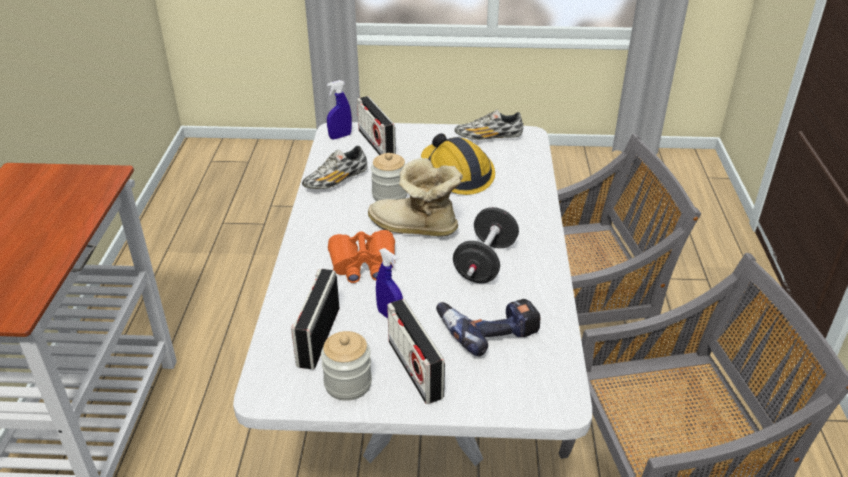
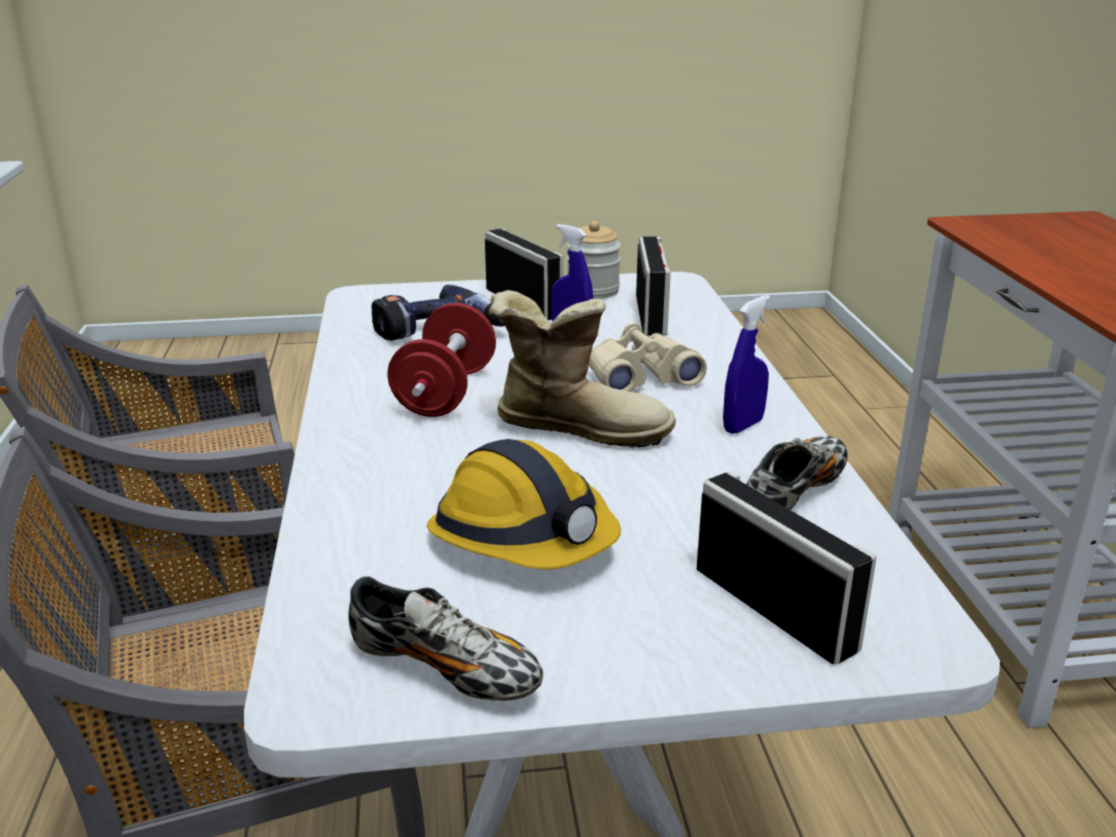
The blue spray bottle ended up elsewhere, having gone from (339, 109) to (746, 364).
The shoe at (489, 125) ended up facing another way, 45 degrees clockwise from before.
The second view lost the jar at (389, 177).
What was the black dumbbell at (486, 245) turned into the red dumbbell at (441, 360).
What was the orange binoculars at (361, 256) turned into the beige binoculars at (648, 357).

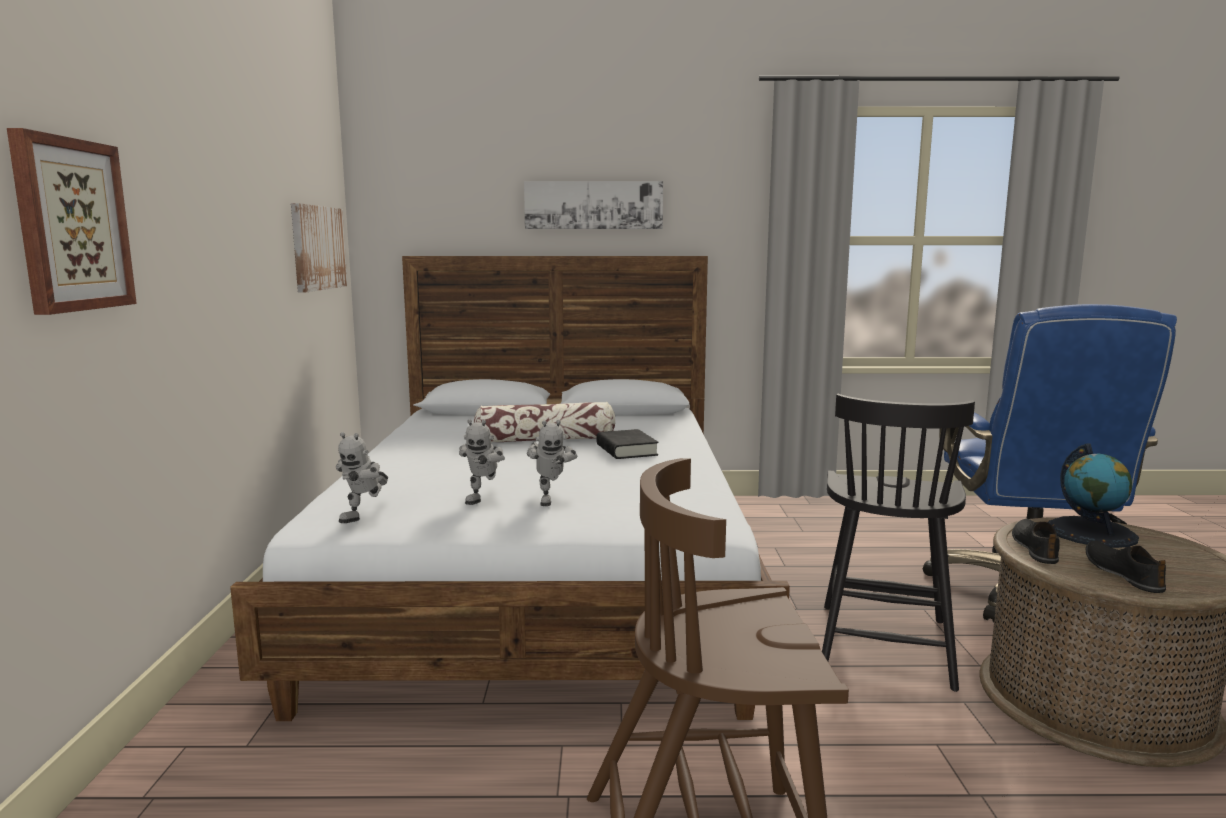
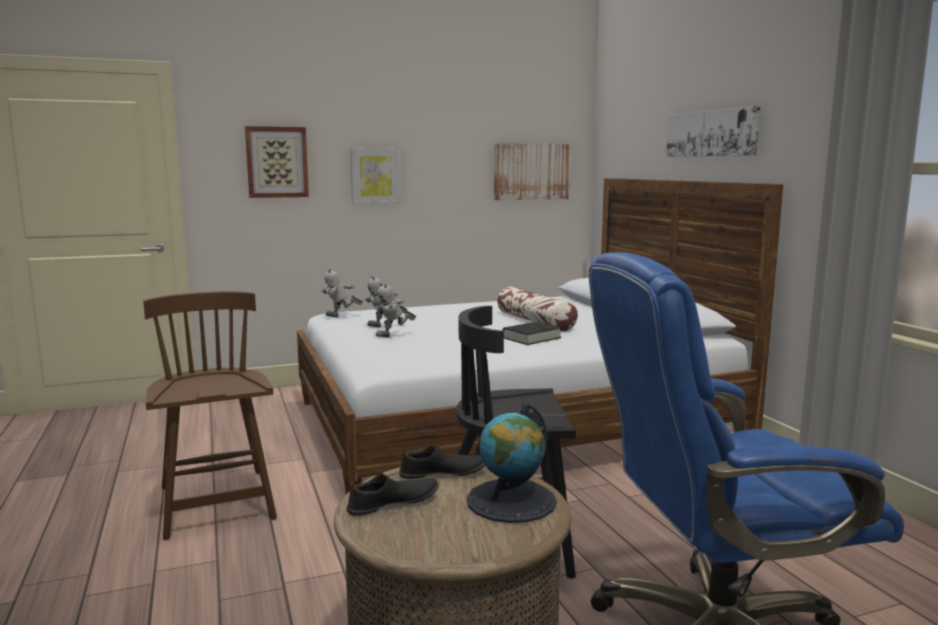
The second view gained the picture at (375, 176).

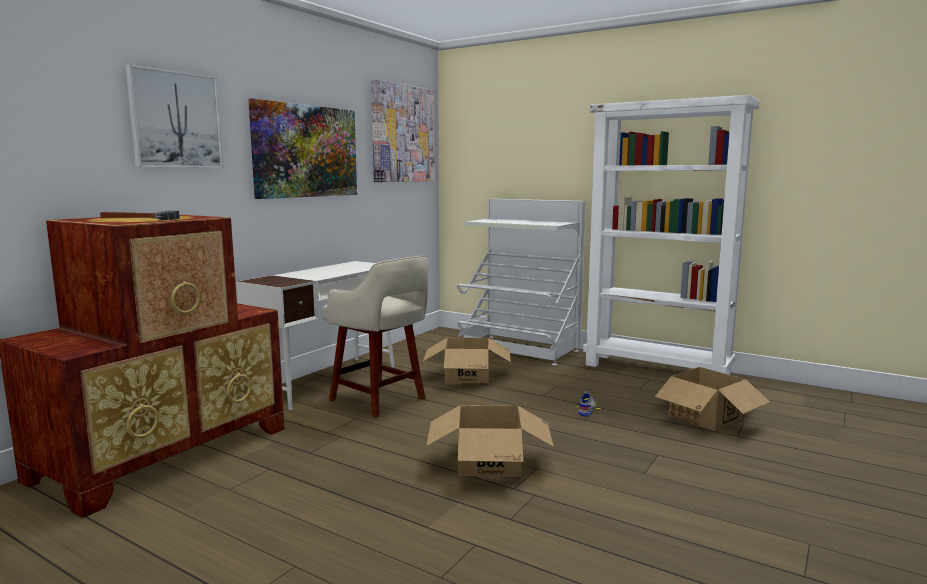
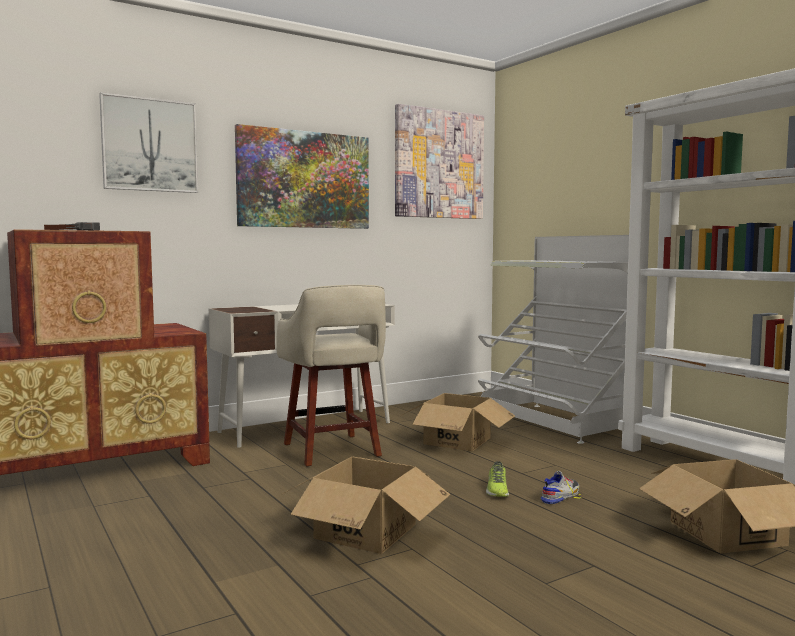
The second view gained the shoe at (497, 479).

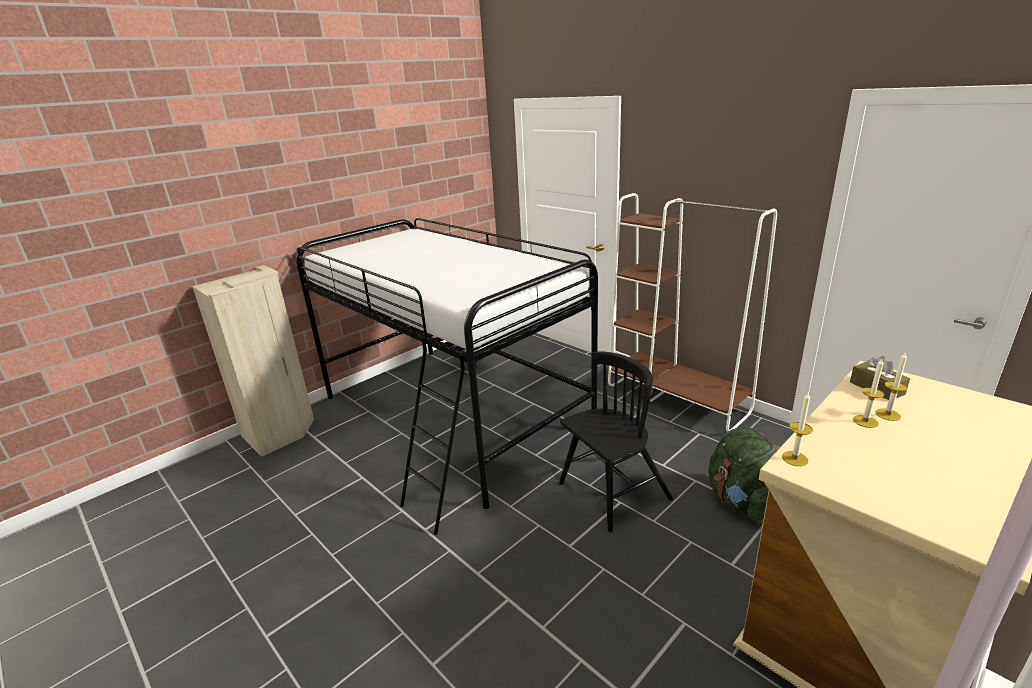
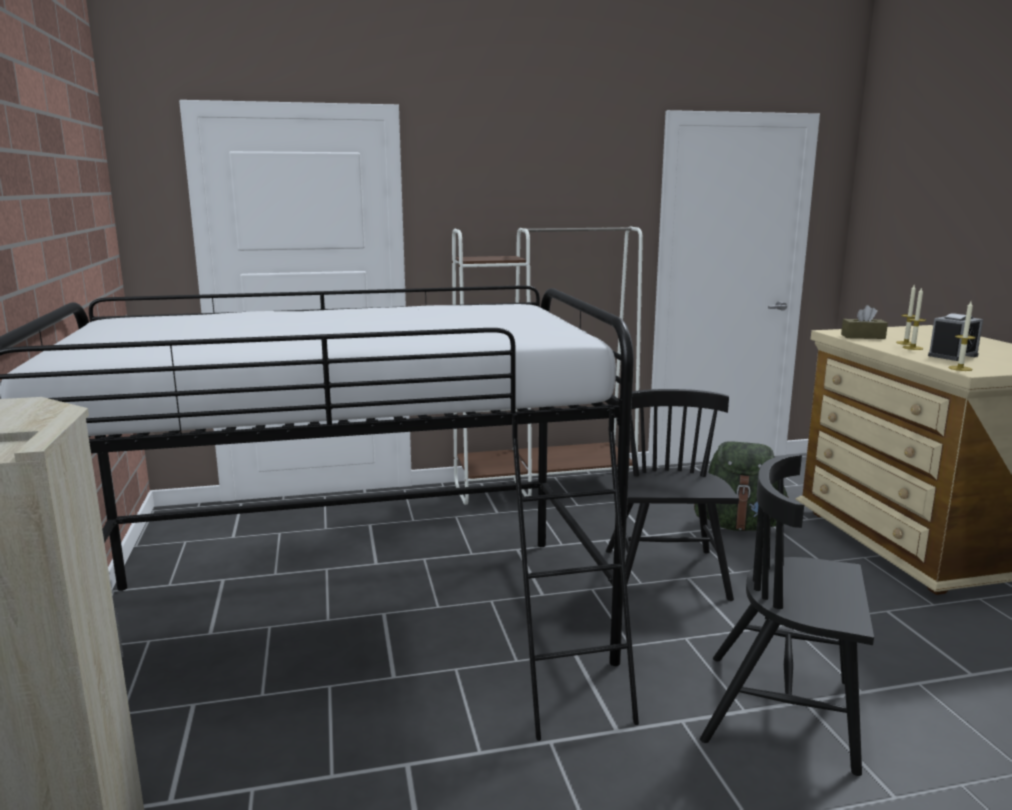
The second view gained the alarm clock at (955, 337).
The second view gained the black chair at (787, 615).

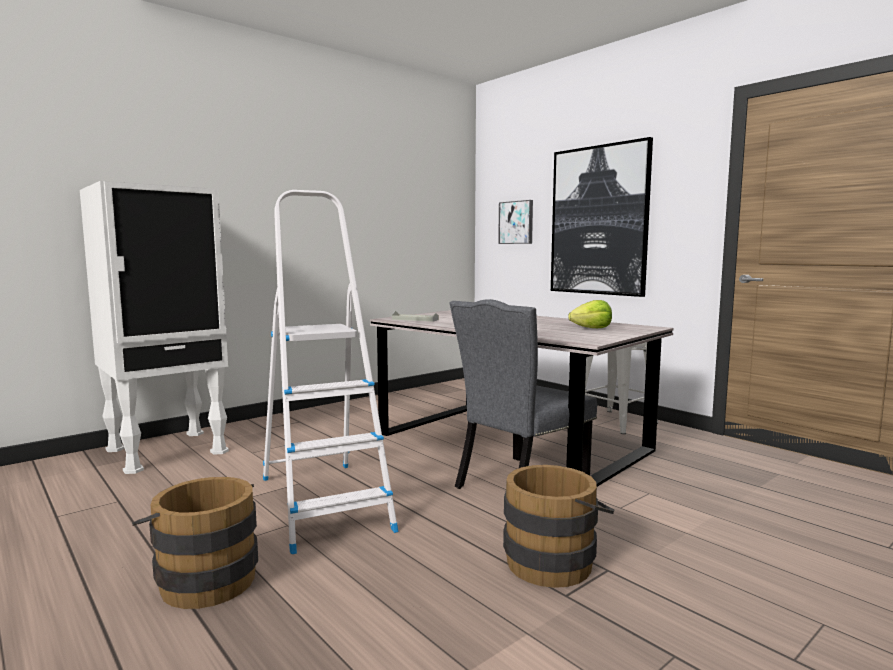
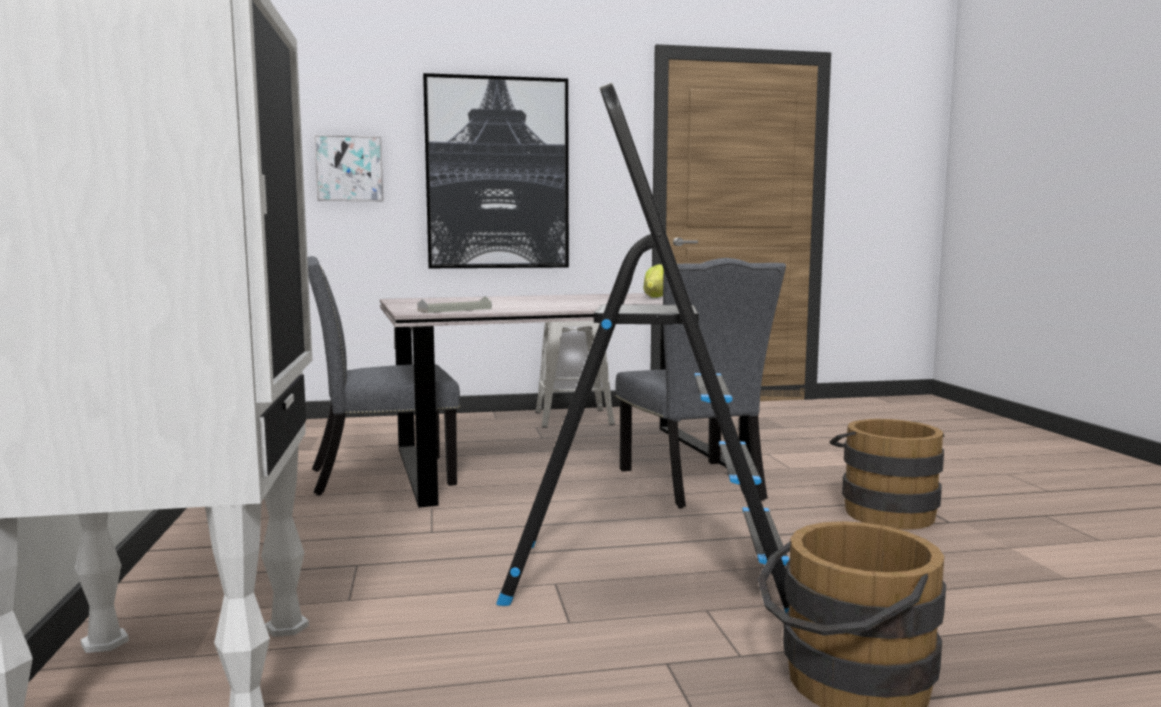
What was the white step ladder at (330, 372) turned into the black step ladder at (643, 348).
The second view gained the grey chair at (384, 375).

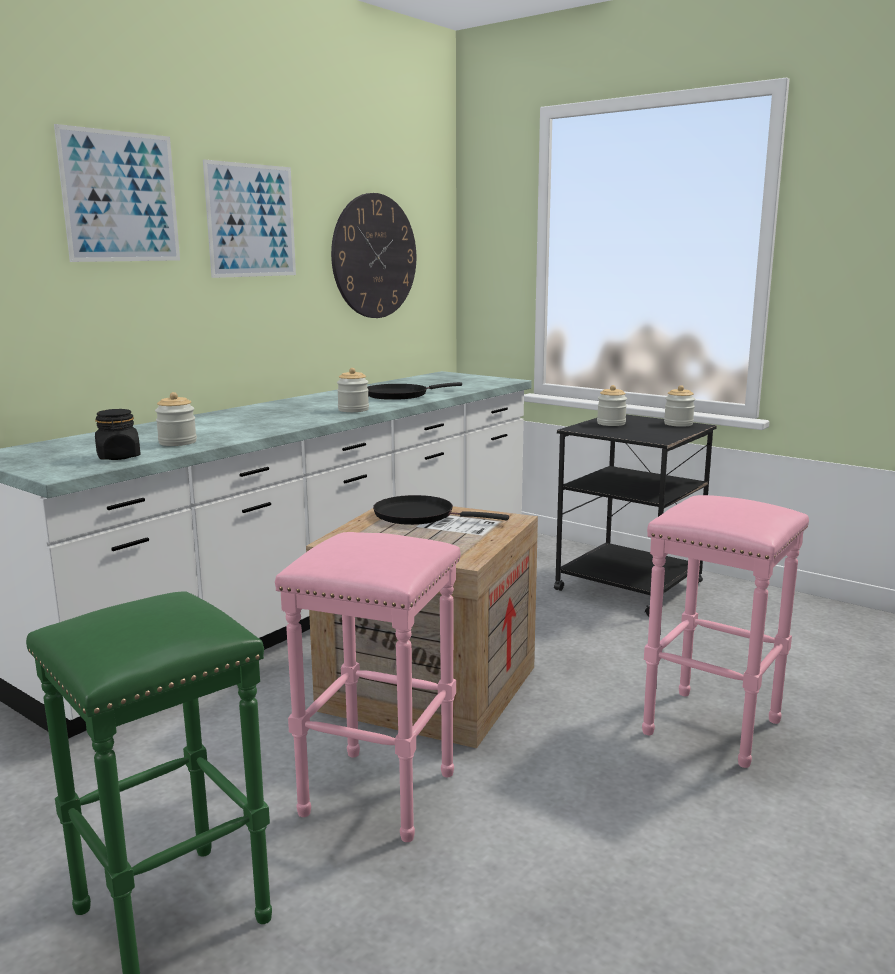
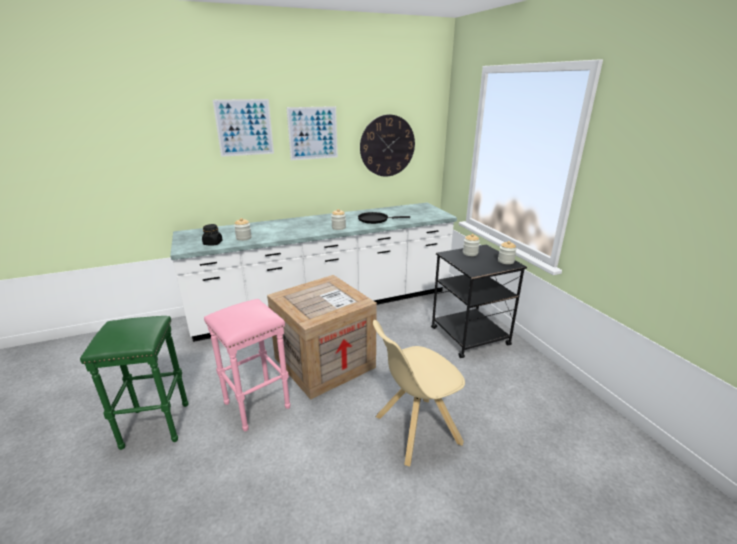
The second view lost the black frying pan at (441, 510).
Where the pink stool stood at (725, 631), the beige chair came to stand at (419, 393).

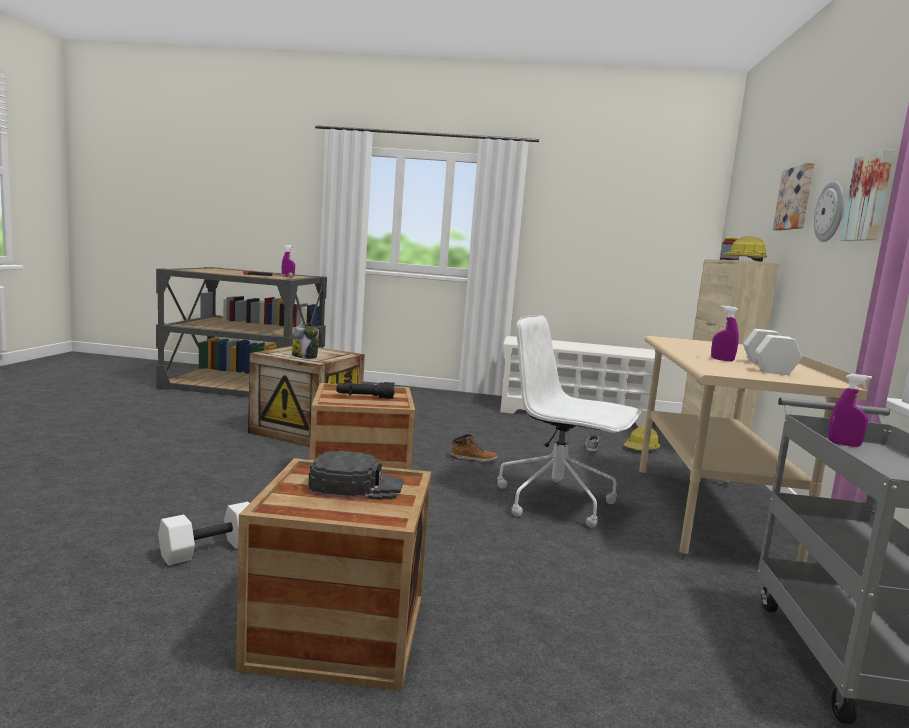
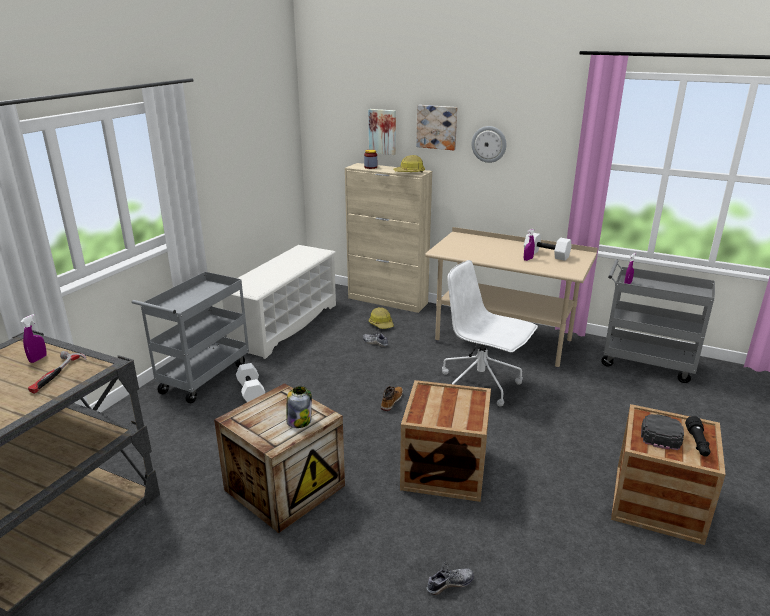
The picture ended up elsewhere, having gone from (867, 195) to (382, 132).
The white office chair at (569, 421) ended up facing another way, 75 degrees clockwise from before.
The black flashlight ended up elsewhere, having gone from (365, 390) to (697, 436).
The white dumbbell ended up elsewhere, having gone from (204, 533) to (250, 382).
The second view gained the grey cart at (190, 337).
The second view gained the shoe at (450, 578).

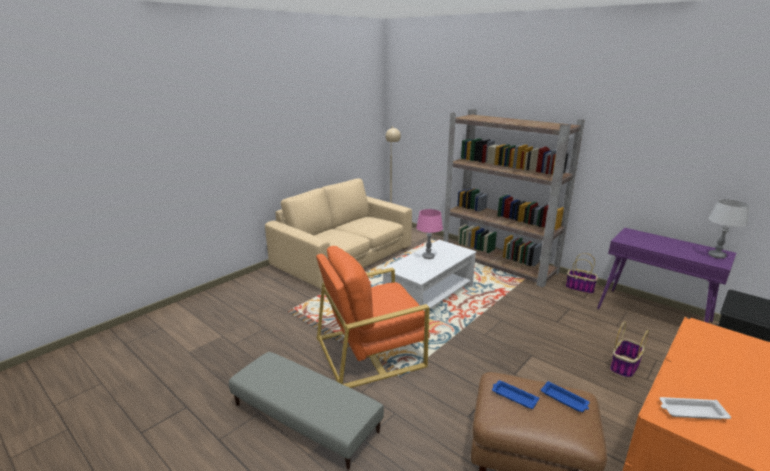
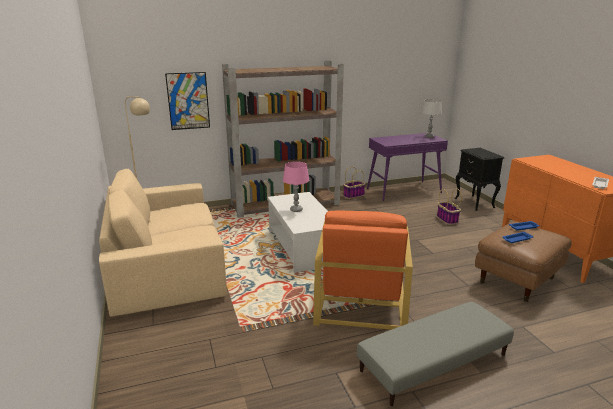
The second view gained the picture at (187, 101).

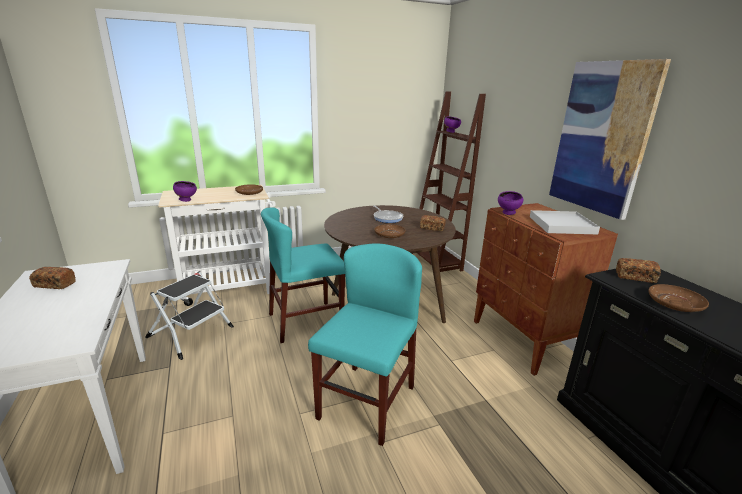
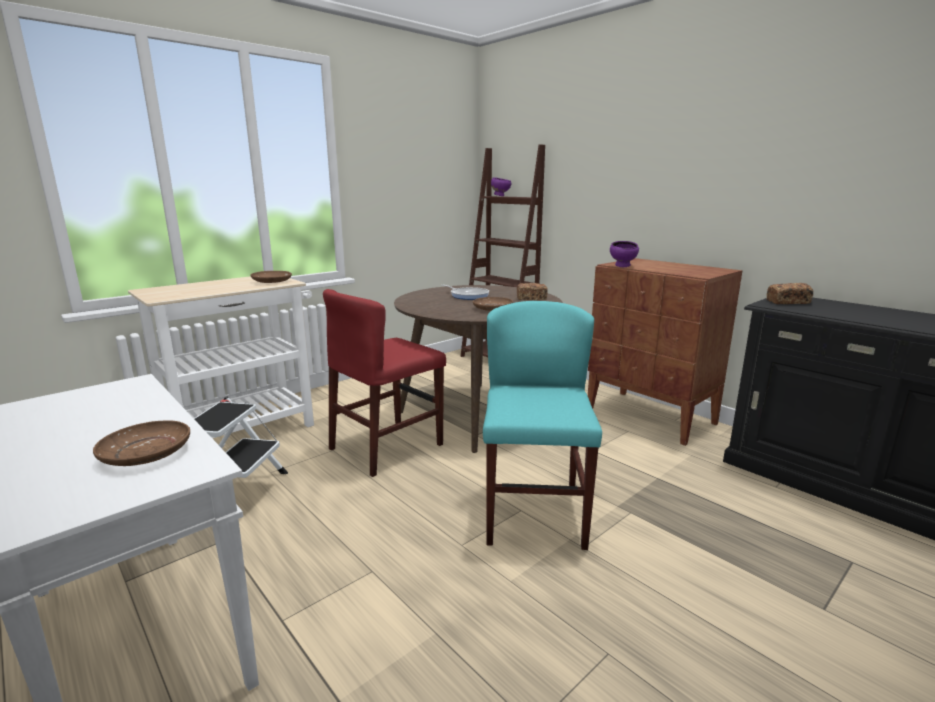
The second view lost the picture at (610, 139).
The second view lost the purple bowl at (185, 191).
What was the turquoise chair at (303, 275) turned into the red chair at (384, 383).
The second view lost the white tray at (565, 222).
The second view lost the bread at (52, 278).
The brown plate ended up elsewhere, having gone from (678, 298) to (141, 443).

